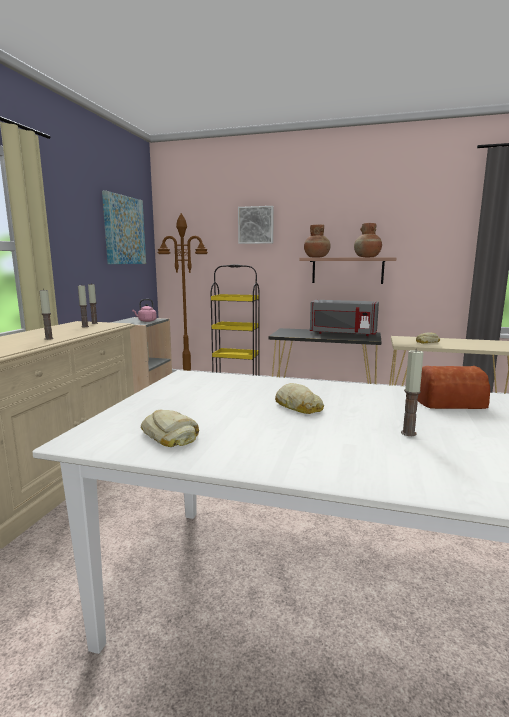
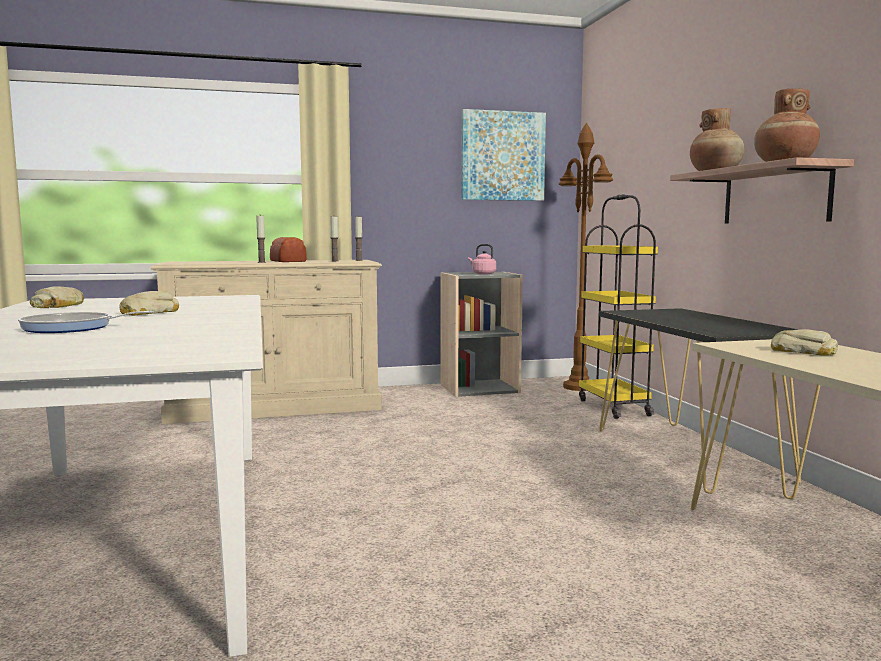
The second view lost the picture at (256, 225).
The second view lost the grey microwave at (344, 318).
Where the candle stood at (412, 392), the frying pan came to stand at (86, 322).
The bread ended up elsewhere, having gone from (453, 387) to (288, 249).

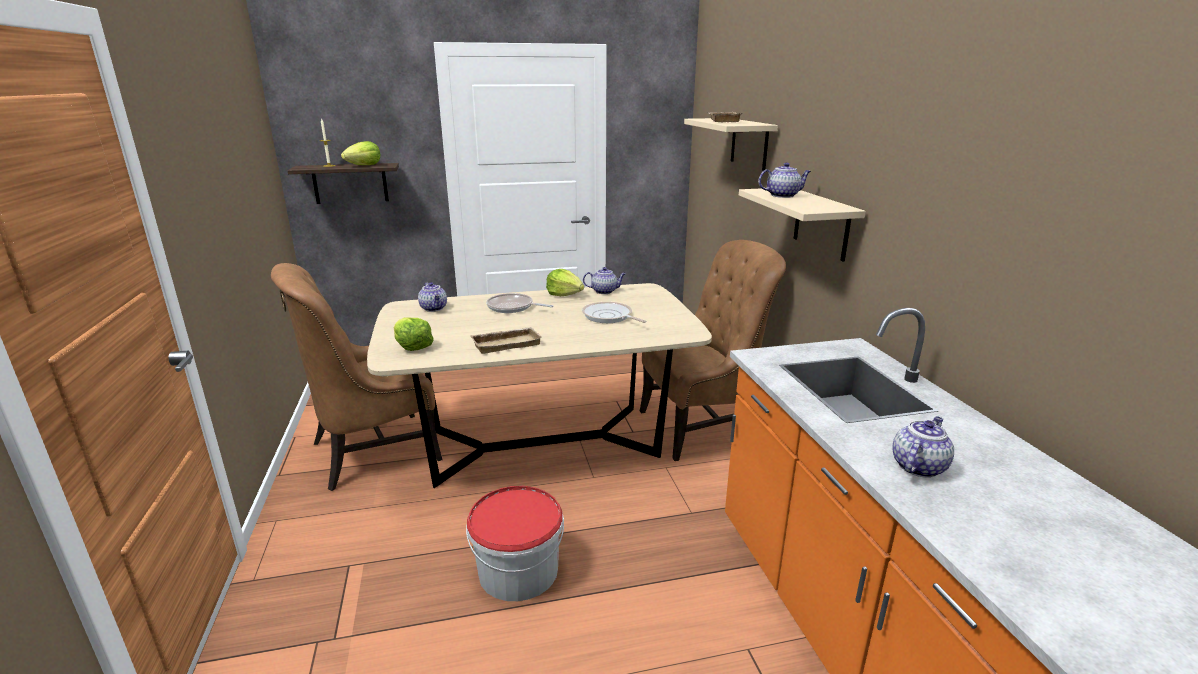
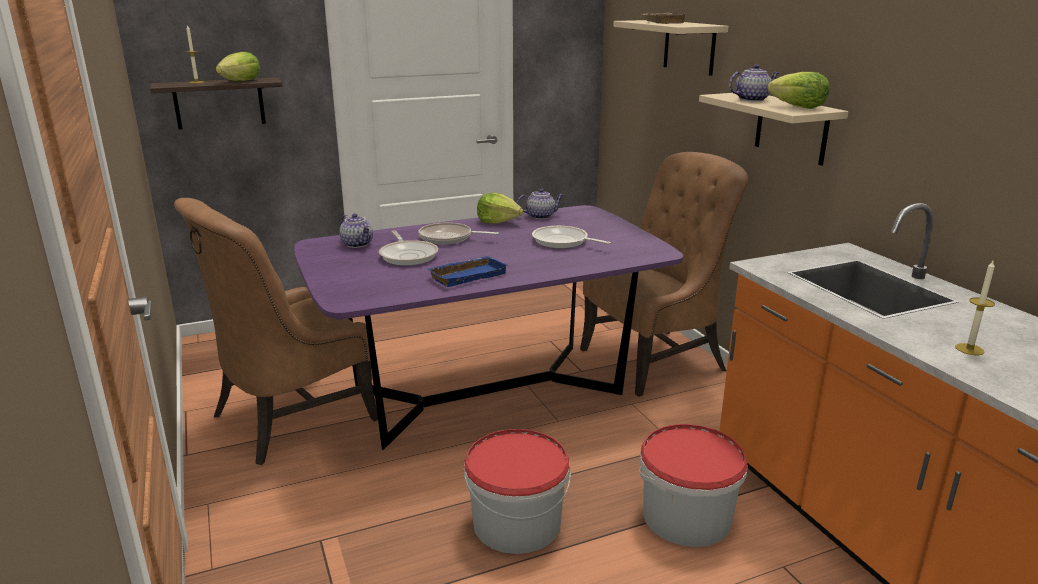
What was the beige dining table at (539, 385) turned into the purple dining table at (488, 327).
The lettuce ended up elsewhere, having gone from (414, 334) to (798, 90).
What was the beige tray at (506, 340) turned into the blue tray at (467, 271).
Where the teapot stood at (923, 447), the candle came to stand at (975, 308).
The second view gained the frying pan at (408, 248).
The second view gained the bucket at (693, 485).

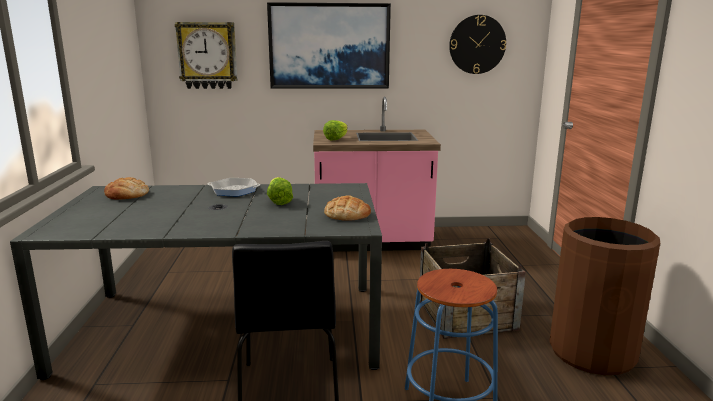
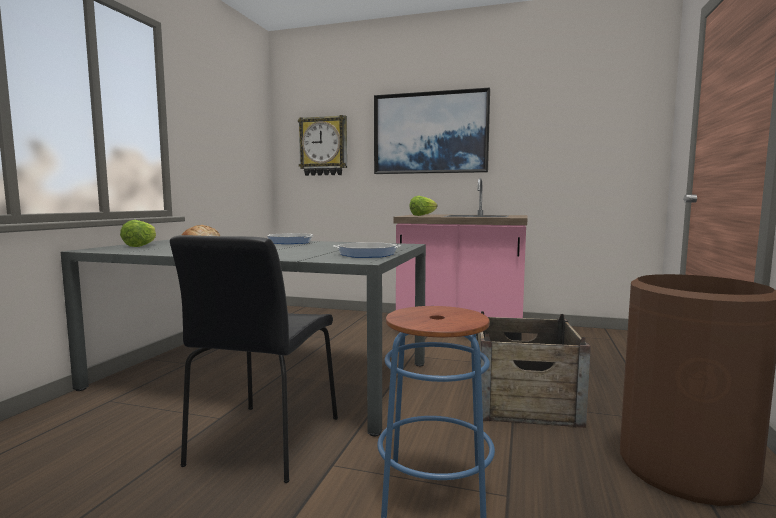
The second view lost the wall clock at (477, 44).
The lettuce ended up elsewhere, having gone from (280, 191) to (138, 233).
Where the bread stood at (347, 208), the frying pan came to stand at (367, 250).

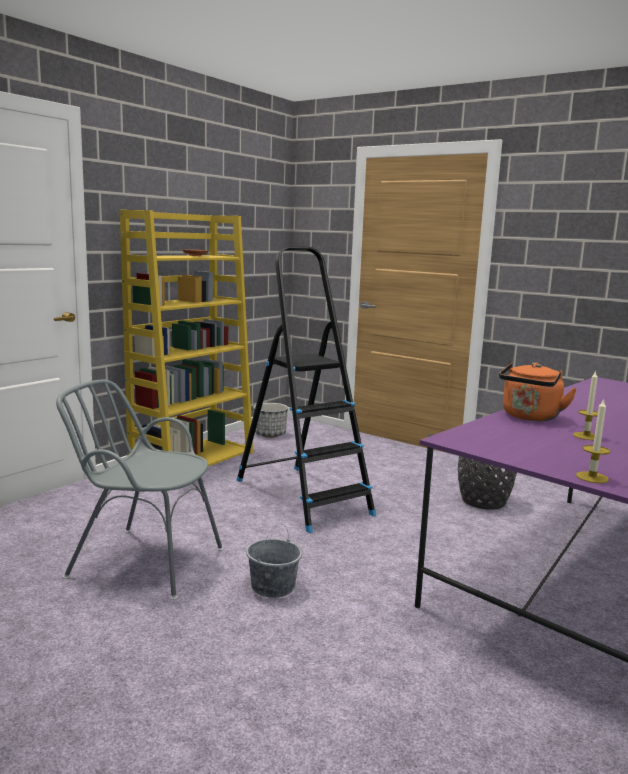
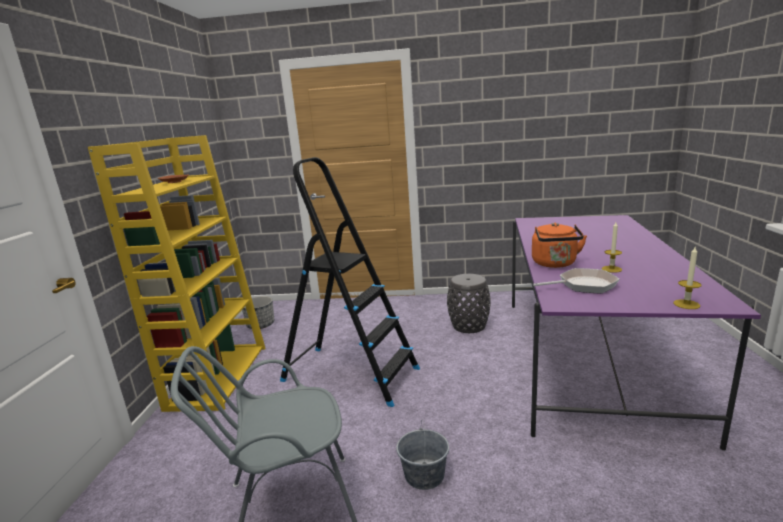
The second view gained the frying pan at (576, 281).

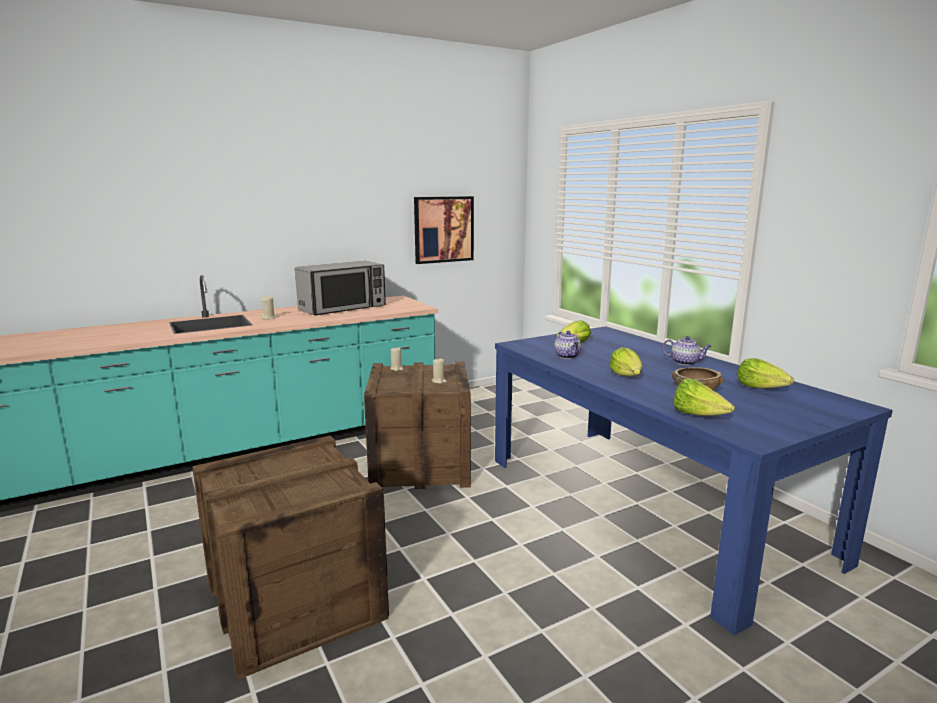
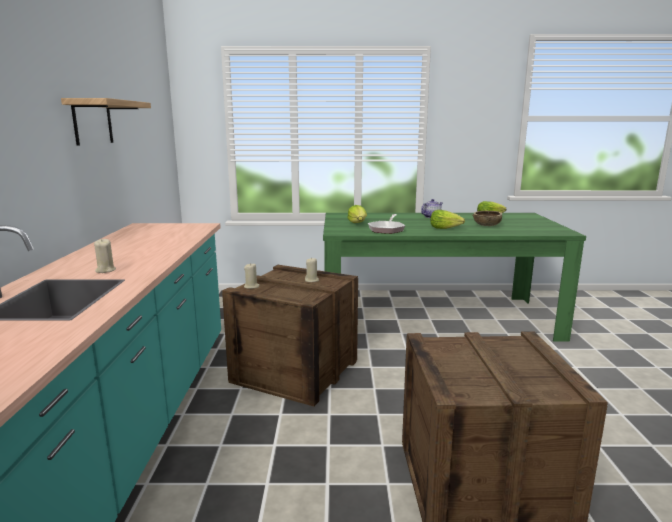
The second view lost the picture at (444, 230).
The second view lost the microwave at (340, 288).
What was the blue dining table at (694, 480) turned into the green dining table at (454, 277).
Where the teapot stood at (568, 345), the frying pan came to stand at (386, 224).
The second view lost the lettuce at (704, 397).
The second view gained the shelf at (106, 122).

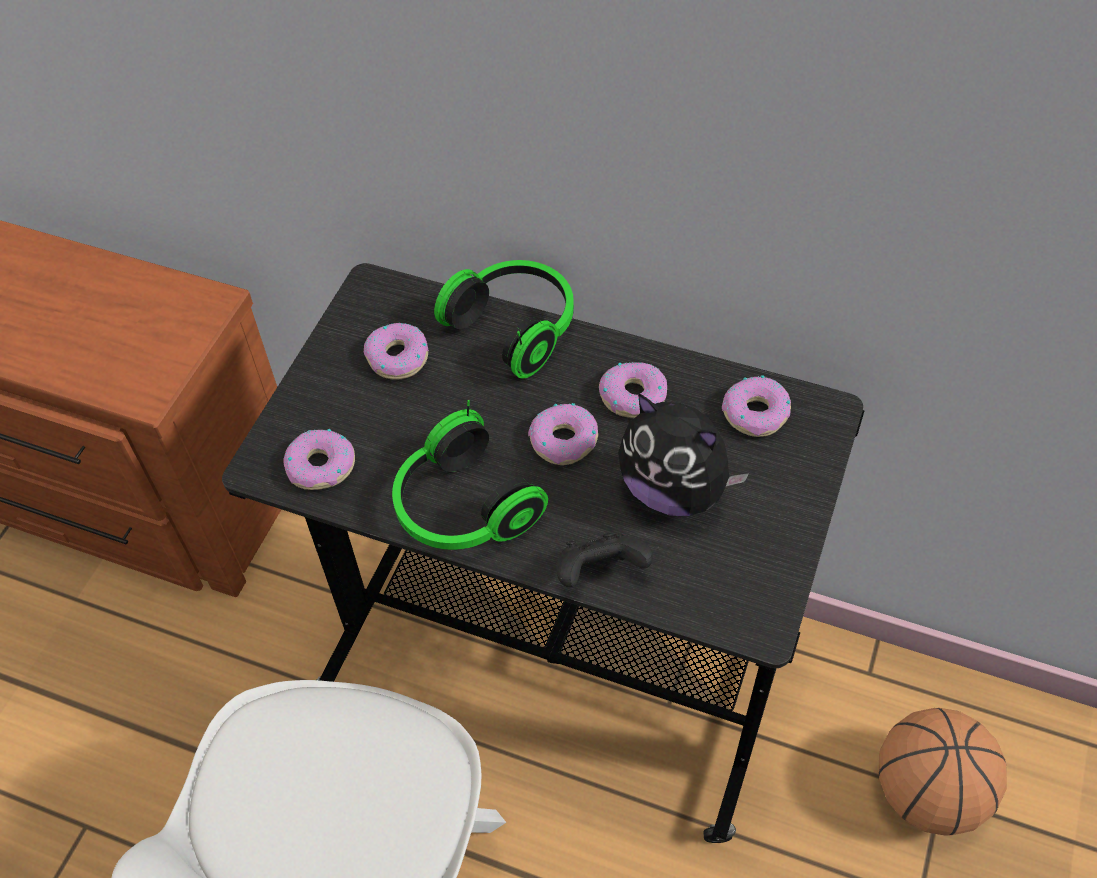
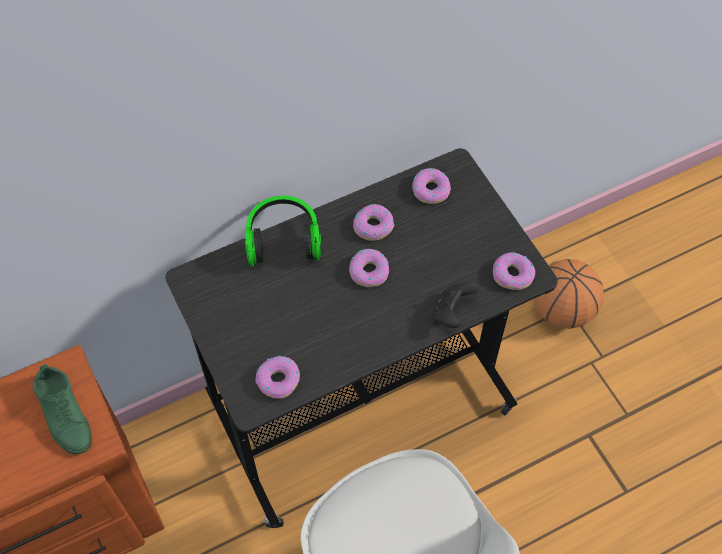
The donut ended up elsewhere, having gone from (396, 351) to (514, 271).
The second view lost the plush toy at (683, 454).
The second view lost the headphones at (470, 475).
The second view gained the green shoe at (62, 409).

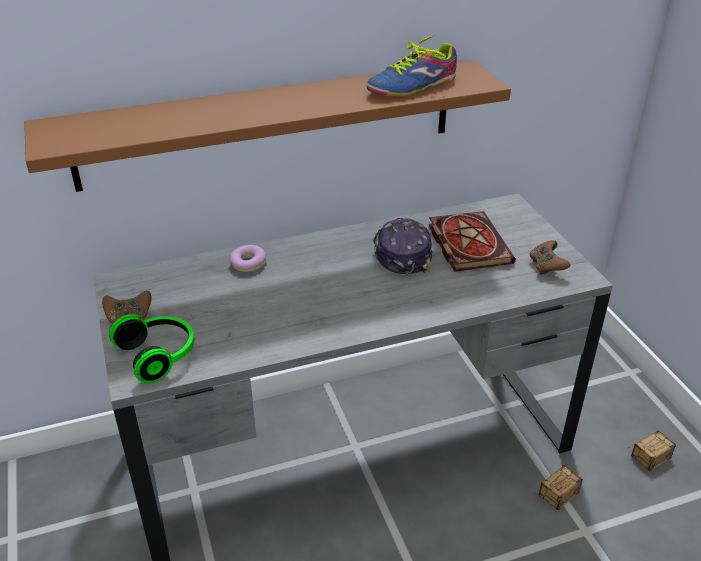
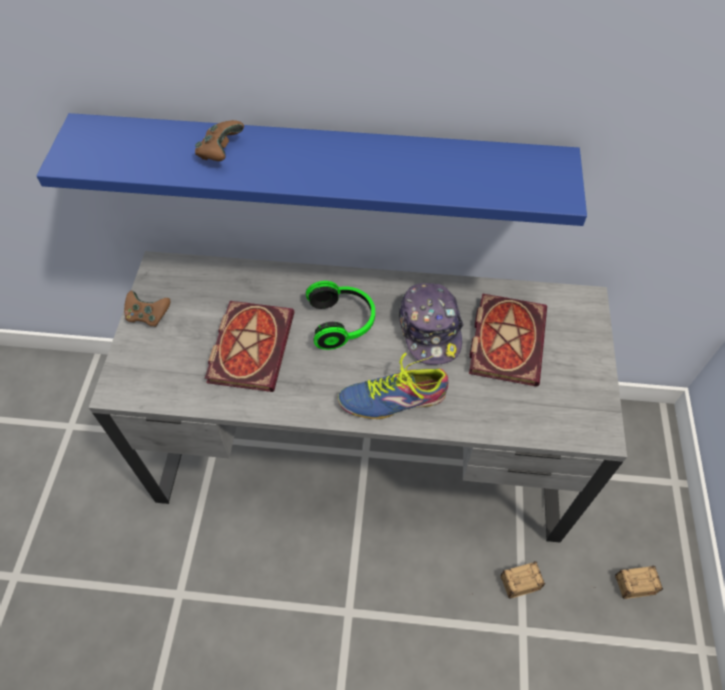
The shoe ended up elsewhere, having gone from (412, 65) to (393, 386).
What was the brown shelf at (267, 126) turned into the blue shelf at (311, 169).
The cap at (403, 246) ended up facing another way, 150 degrees clockwise from before.
The brown game controller ended up elsewhere, having gone from (550, 257) to (219, 140).
The second view lost the donut at (248, 258).
The headphones ended up elsewhere, having gone from (151, 349) to (340, 315).
The second view gained the book at (249, 346).

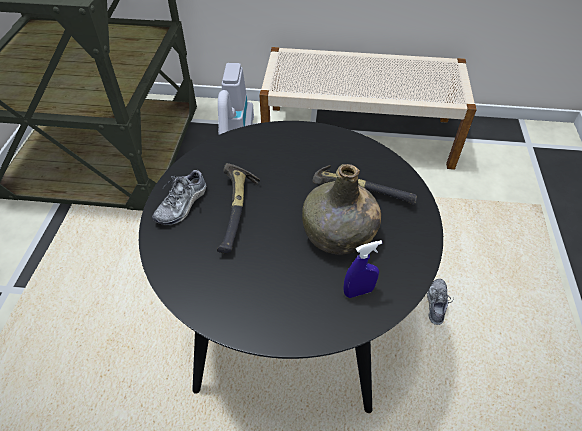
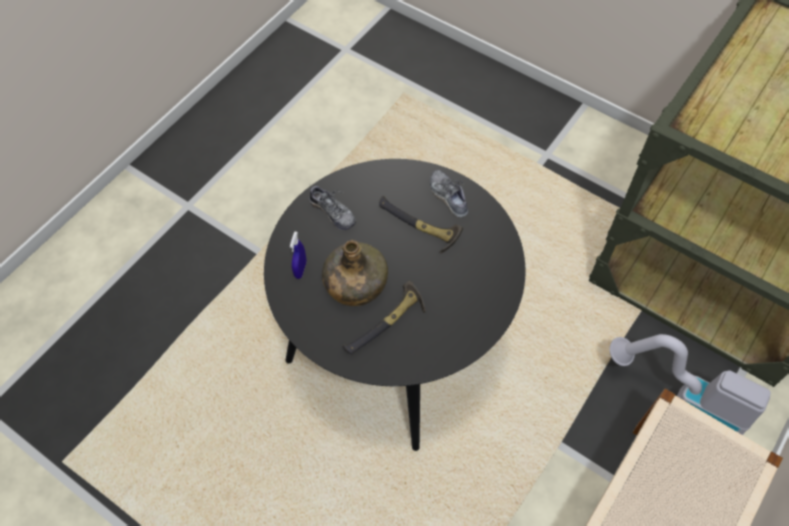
The shoe ended up elsewhere, having gone from (439, 302) to (332, 207).

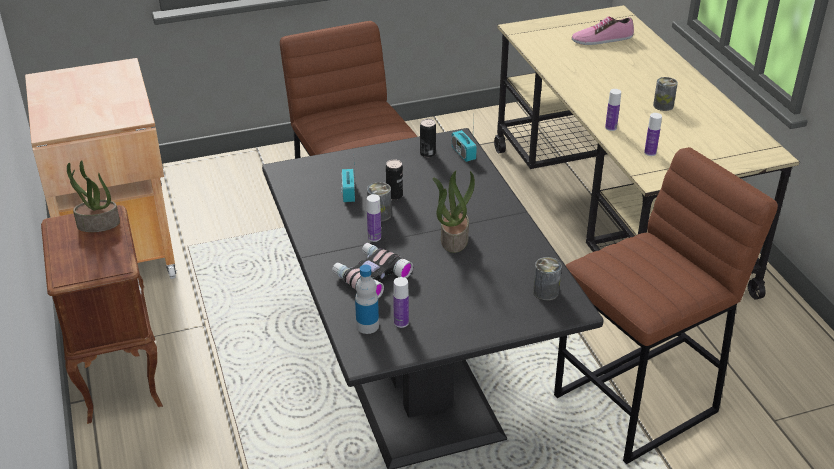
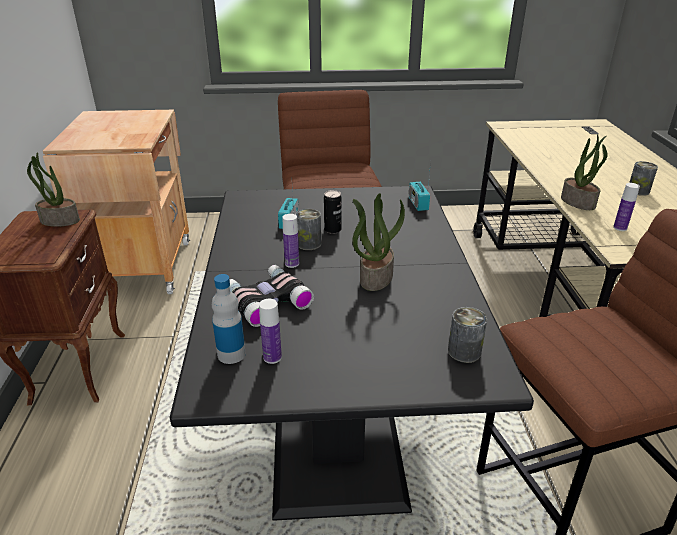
The second view lost the shoe at (603, 31).
Where the bottle stood at (613, 110), the potted plant came to stand at (584, 172).
The second view lost the can at (428, 138).

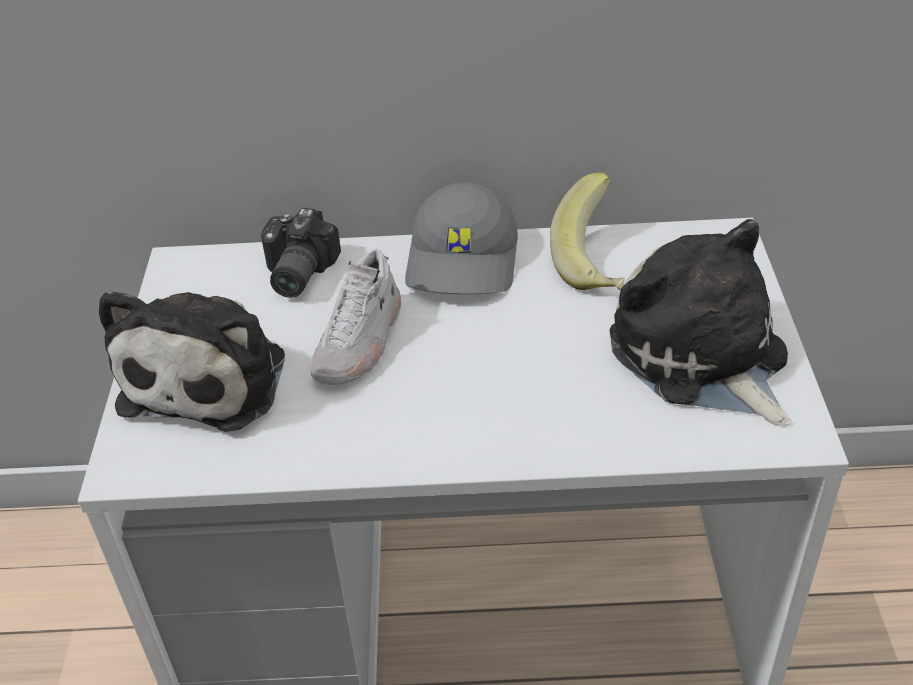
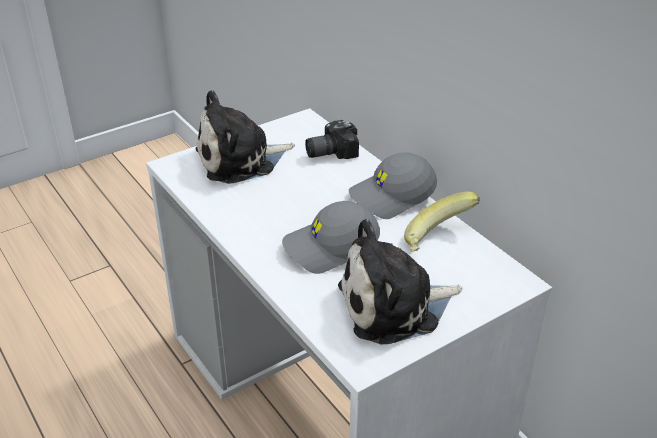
The plush toy at (701, 323) ended up facing another way, 135 degrees counterclockwise from before.
The second view lost the white shoe at (355, 317).
The second view gained the grey cap at (331, 237).

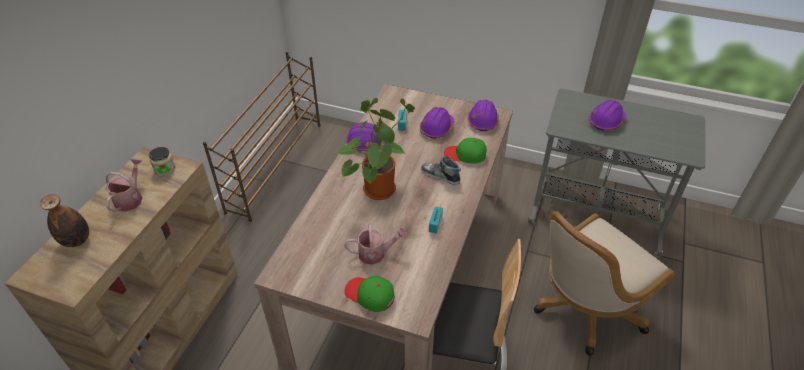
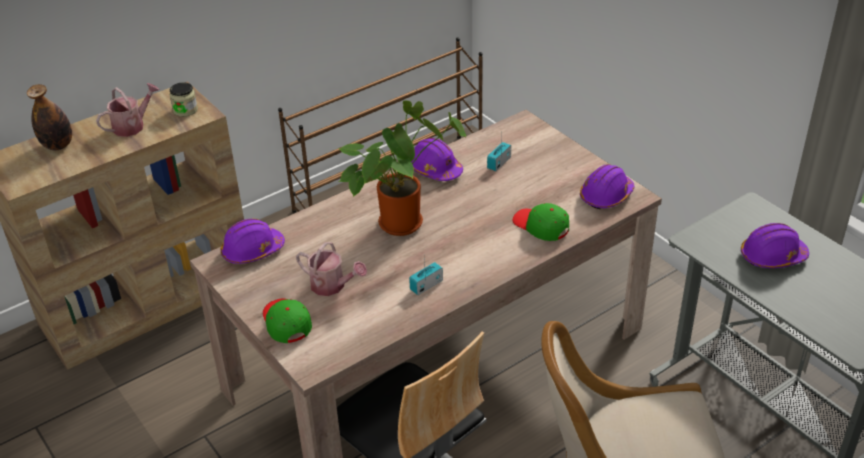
The purple hard hat ended up elsewhere, having gone from (437, 123) to (253, 241).
The second view lost the shoe at (441, 170).

